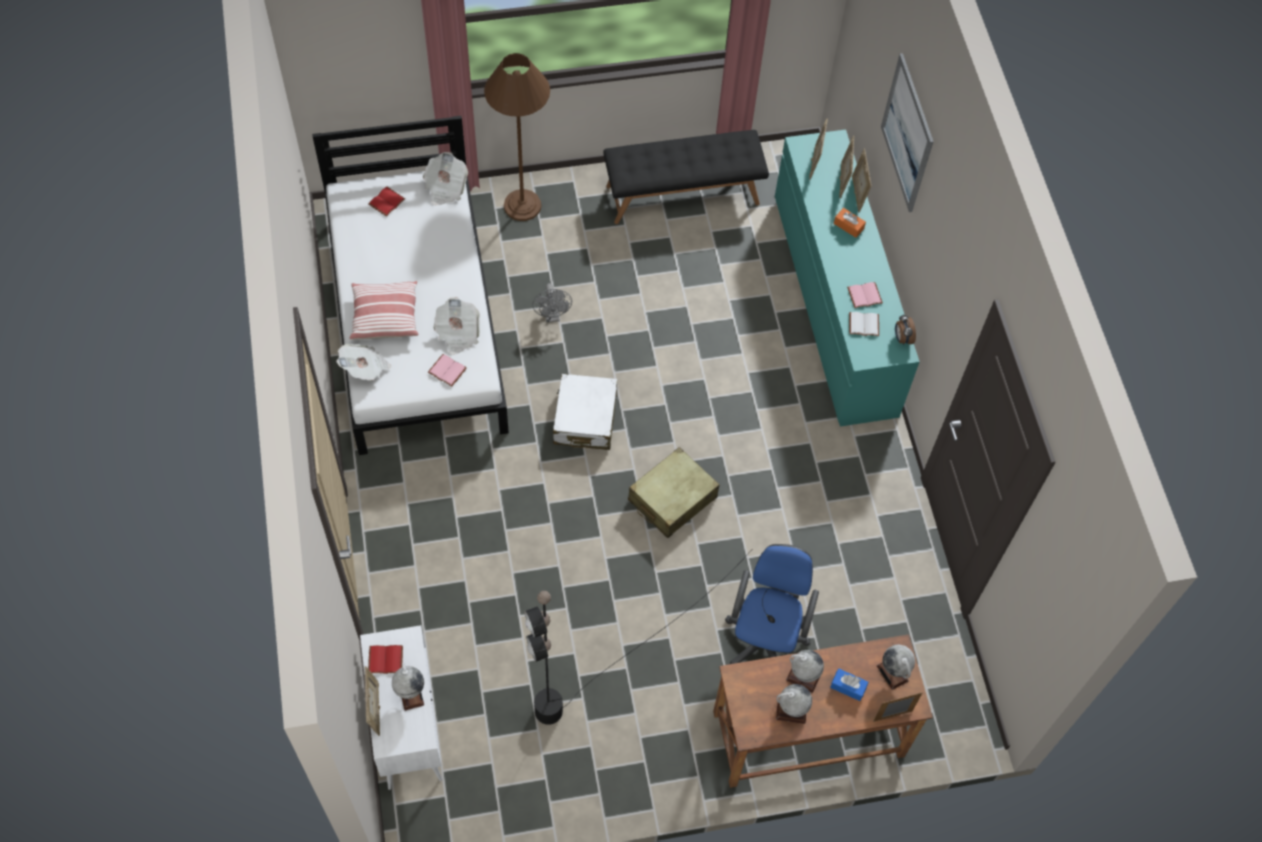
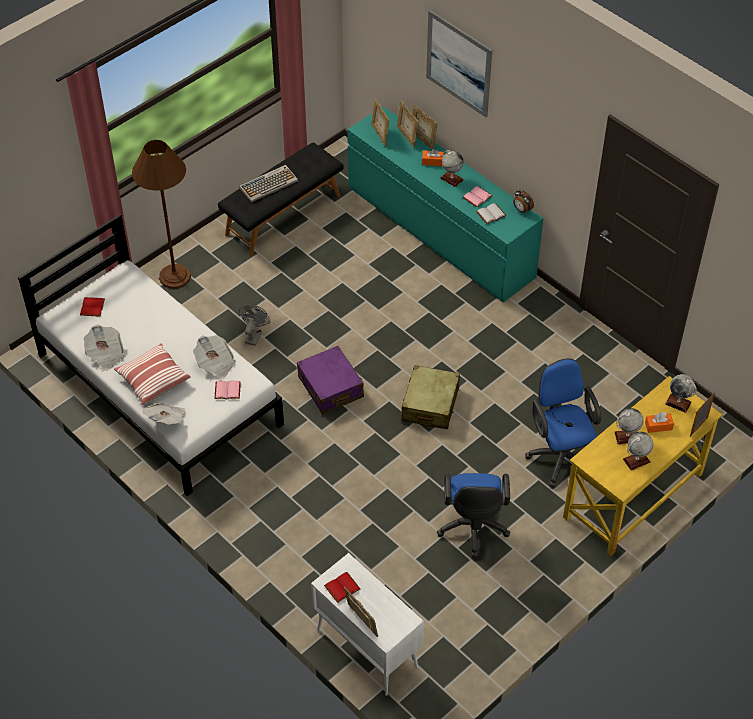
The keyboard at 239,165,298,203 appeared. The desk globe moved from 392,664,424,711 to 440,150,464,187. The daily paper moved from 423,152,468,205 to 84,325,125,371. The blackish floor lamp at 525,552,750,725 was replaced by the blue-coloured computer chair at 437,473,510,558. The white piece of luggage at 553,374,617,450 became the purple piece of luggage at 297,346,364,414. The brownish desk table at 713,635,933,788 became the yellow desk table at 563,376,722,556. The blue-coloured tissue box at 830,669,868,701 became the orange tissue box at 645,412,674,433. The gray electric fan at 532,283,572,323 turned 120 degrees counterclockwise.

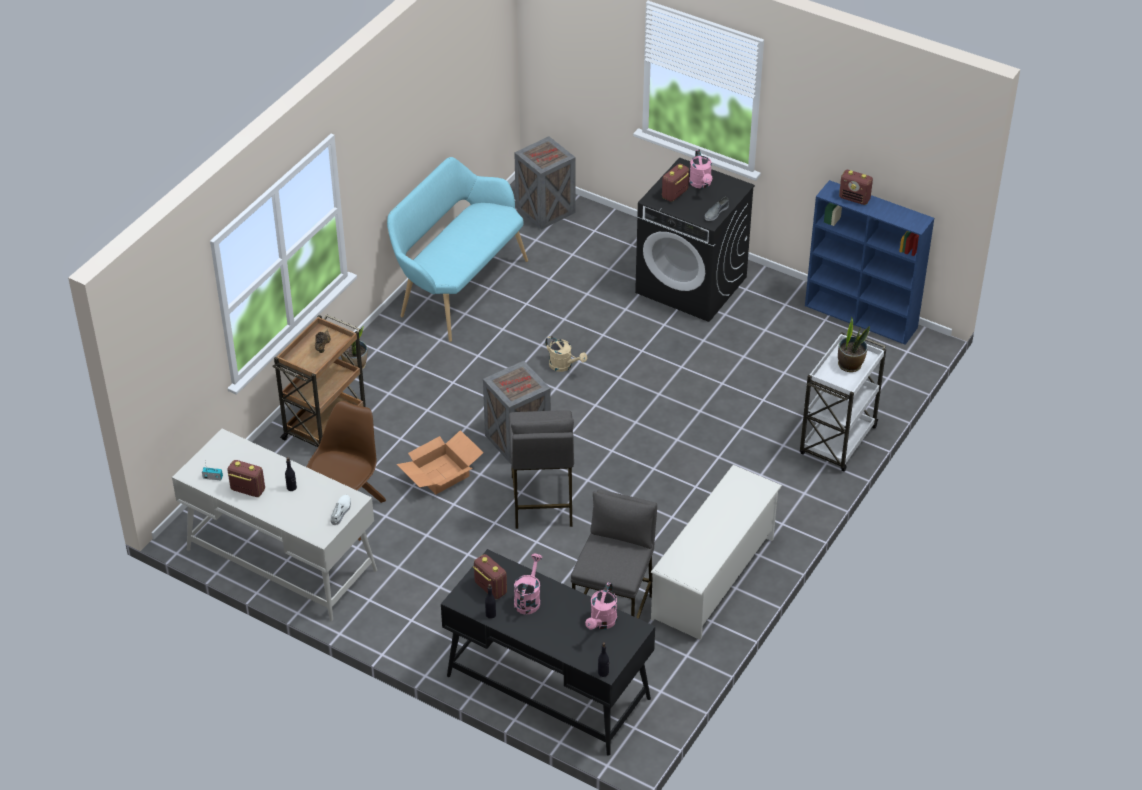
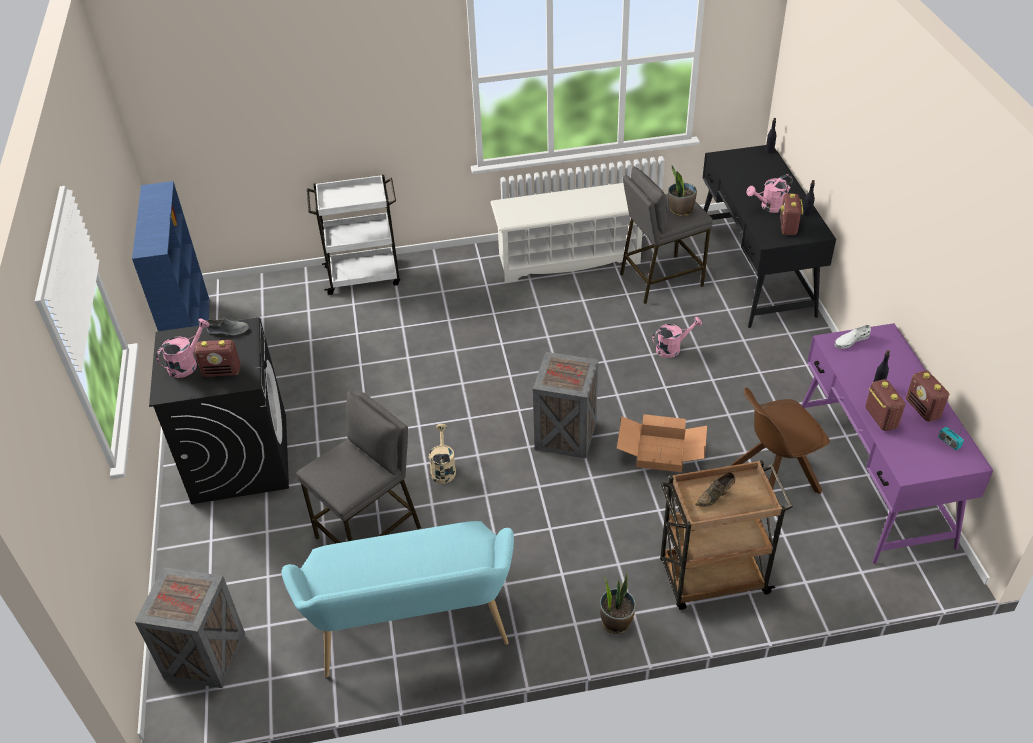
The gray sitting stool moved from 509,410,574,529 to 296,391,421,543. The pinkish watering pot moved from 585,583,617,630 to 652,317,702,358. The plant in a pot moved from 838,316,870,372 to 668,166,697,217. The radio moved from 839,170,873,205 to 865,379,905,431. The white desk table at 172,429,377,621 became the purple desk table at 801,323,994,564.

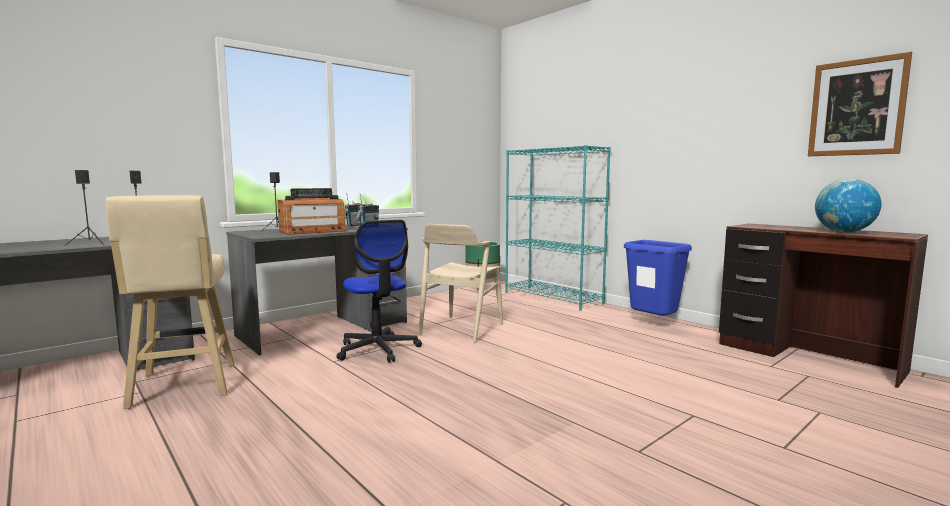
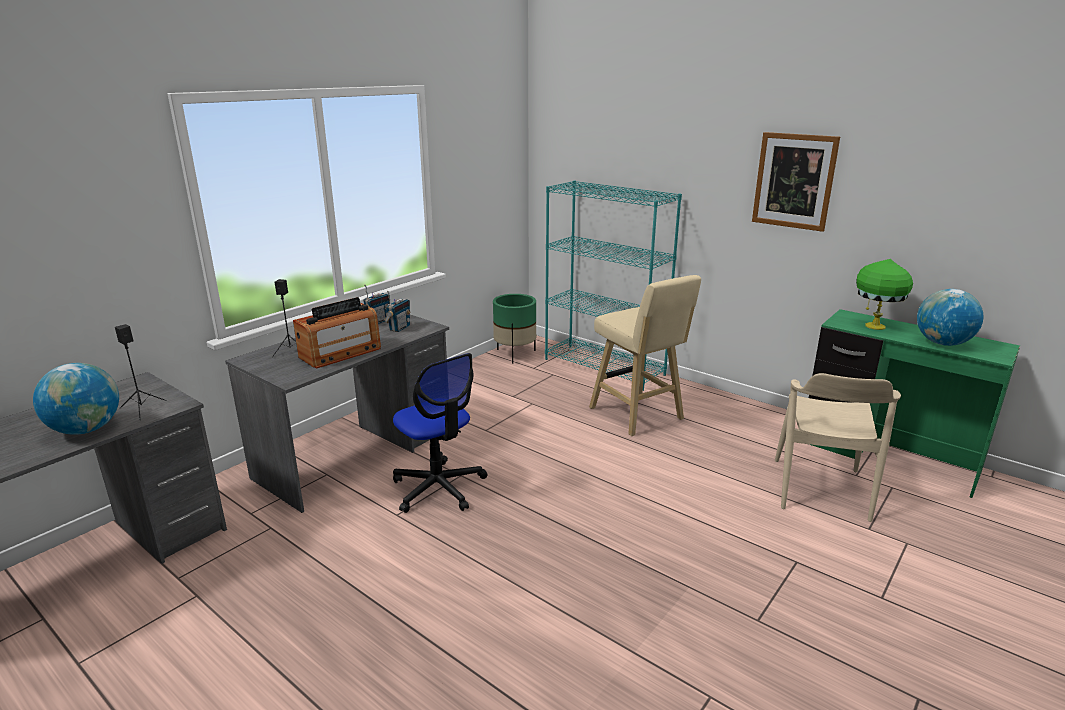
The blue-coloured rubbish bin at 624,240,692,316 disappeared. The green-coloured lamp for a table at 856,259,913,330 appeared. The beige sitting stool moved from 106,195,235,409 to 589,275,701,436. The beige plain chair moved from 419,224,503,343 to 775,373,901,522. The picture moved from 808,52,912,156 to 752,132,840,232. The blackish speaker at 65,170,104,245 was replaced by the desk globe at 33,363,119,435. The brownish desk table at 719,223,928,388 became the green-coloured desk table at 809,309,1020,498.

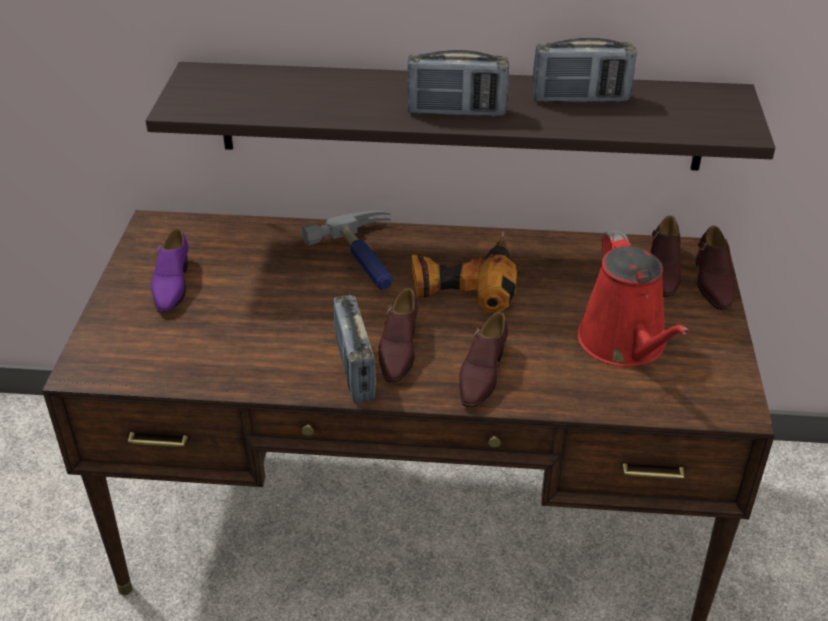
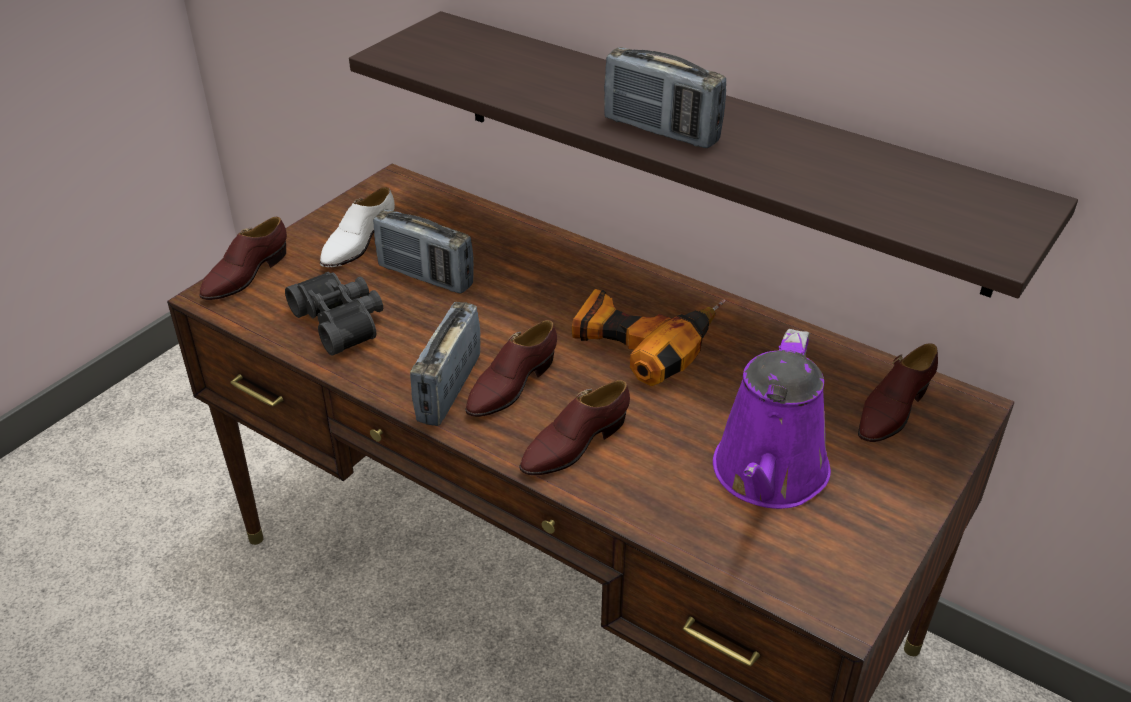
The hand hammer at 301,210,393,290 disappeared. The blackish binoculars at 285,272,383,356 appeared. The radio moved from 532,38,637,102 to 373,209,474,294. The brownish shoe moved from 695,226,735,310 to 199,217,287,300. The purple shoe at 151,228,188,313 became the white shoe at 320,187,395,267. The red-coloured watering pot at 577,230,689,367 became the purple watering pot at 713,329,831,509.

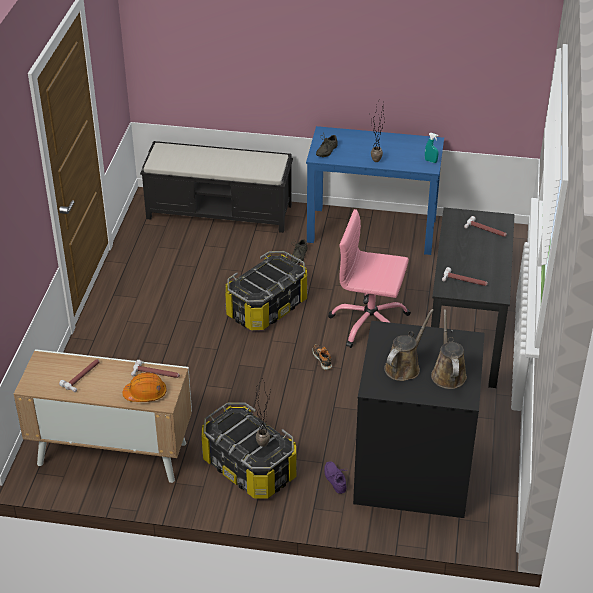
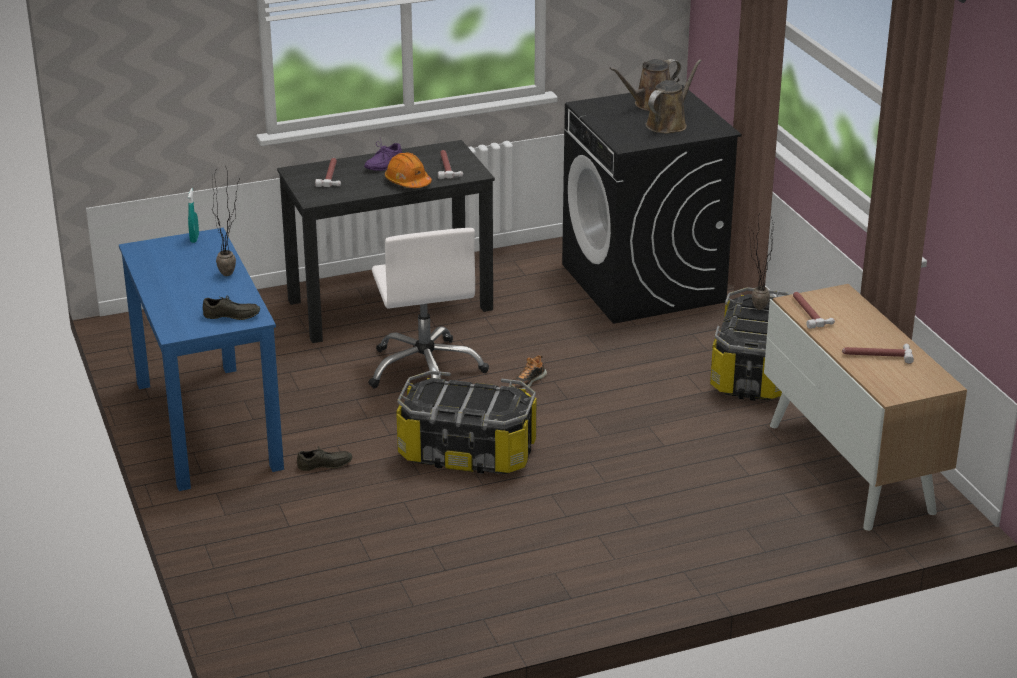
The blackish bench at 140,141,293,233 disappeared. The orange safety helmet moved from 122,373,167,402 to 385,153,432,188. The purple shoe moved from 324,462,347,494 to 364,139,402,171. The pinkish computer chair at 328,209,411,348 became the white computer chair at 368,228,489,389. The brownish watering pot at 384,309,434,381 turned 120 degrees clockwise.

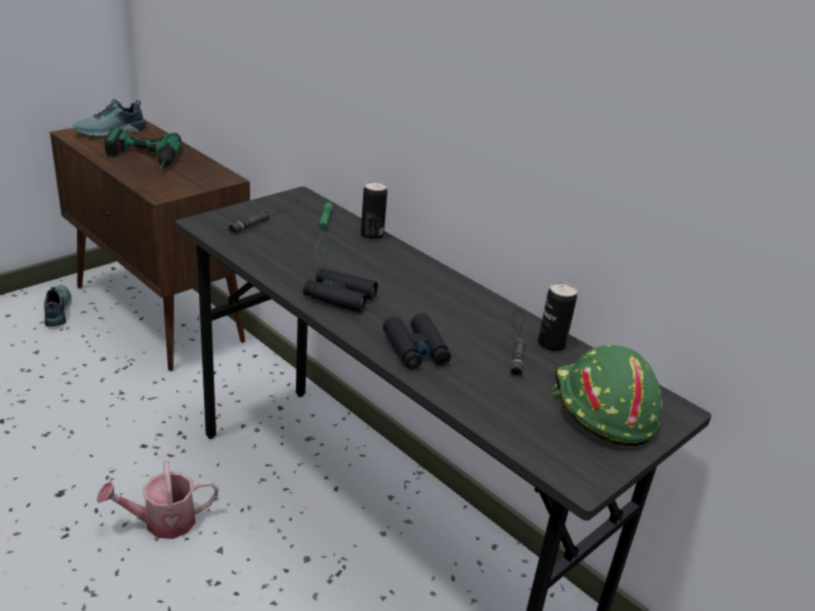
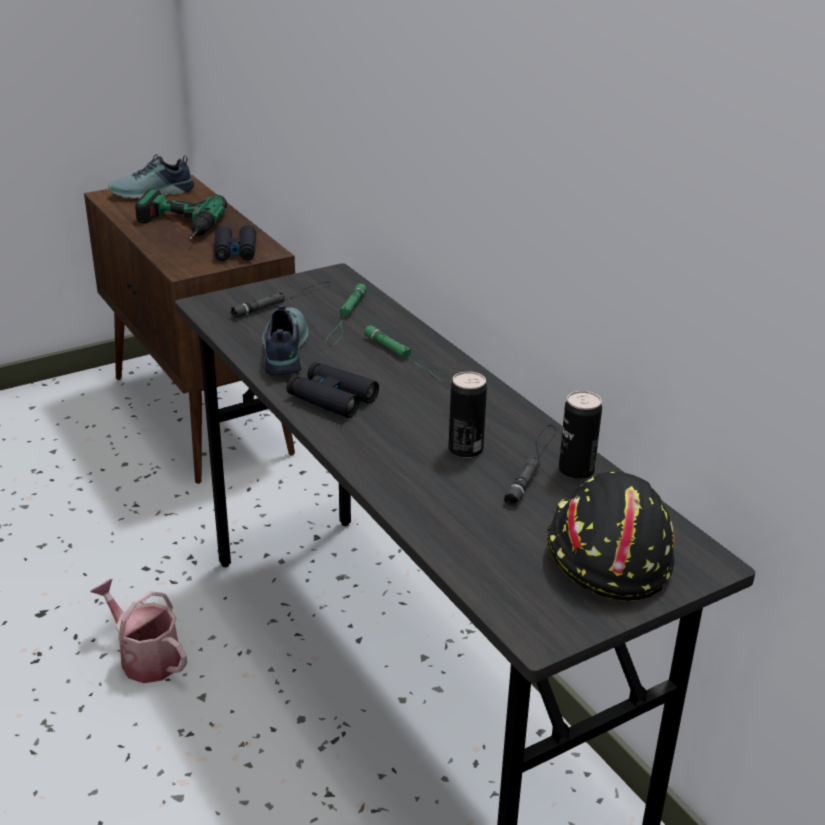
The green-coloured torch at 364,325,451,384 appeared. The shoe moved from 44,285,72,326 to 262,305,308,375. The metal can moved from 361,181,387,240 to 448,371,487,458. The blackish binoculars moved from 383,314,451,369 to 214,225,256,261. The green-coloured safety helmet at 550,345,662,447 became the blackish safety helmet at 547,472,675,601. The watering pot at 97,461,218,539 turned 45 degrees clockwise.

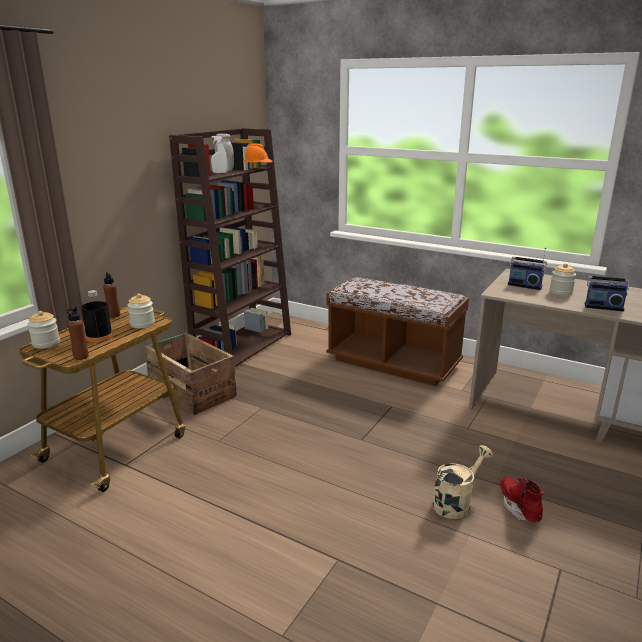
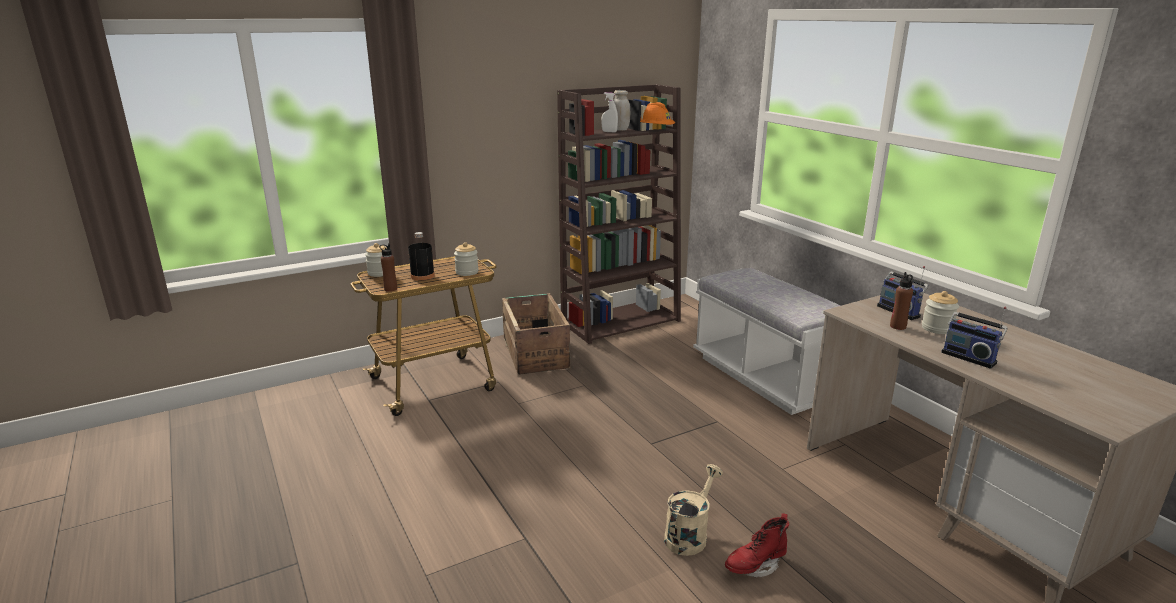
The brownish drink bottle moved from 103,272,120,318 to 890,272,913,330. The brownish bench at 326,277,469,386 became the white bench at 693,268,841,415. The beige watering pot at 433,445,493,519 turned 45 degrees counterclockwise. The red-coloured high-top boot at 500,476,545,522 turned 135 degrees counterclockwise.

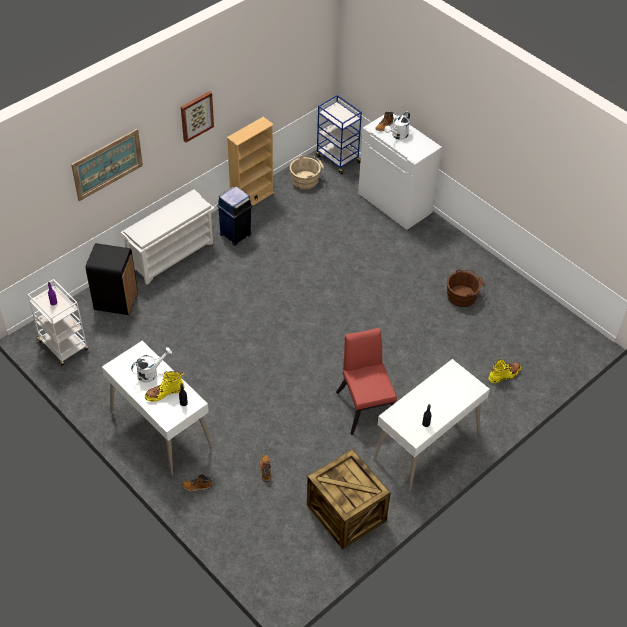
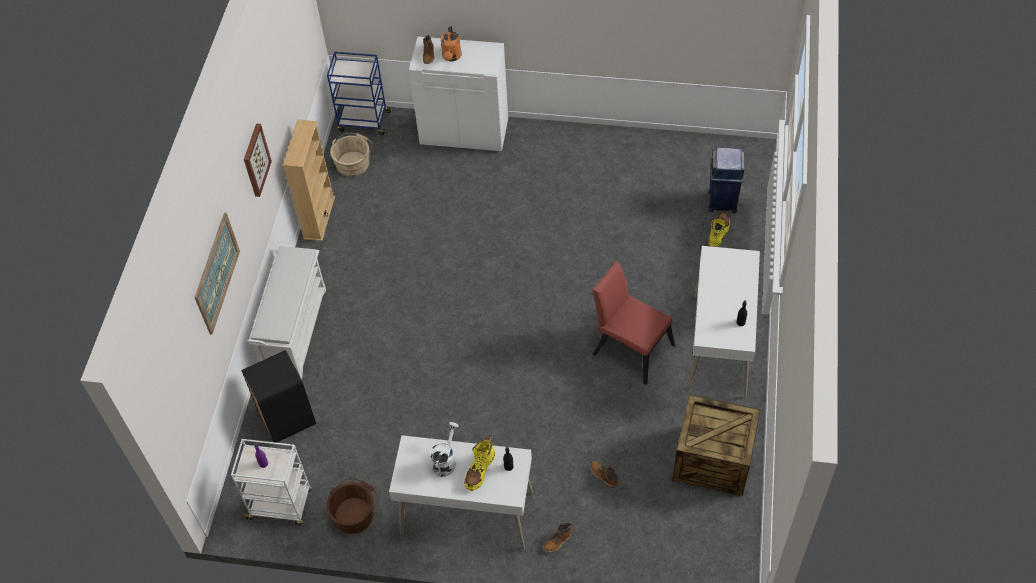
The blue-coloured rubbish bin moved from 217,186,253,246 to 708,148,745,213. The brownish water bucket moved from 447,269,485,307 to 326,478,379,534. The white watering pot at 385,112,410,140 became the orange watering pot at 440,26,462,62.

